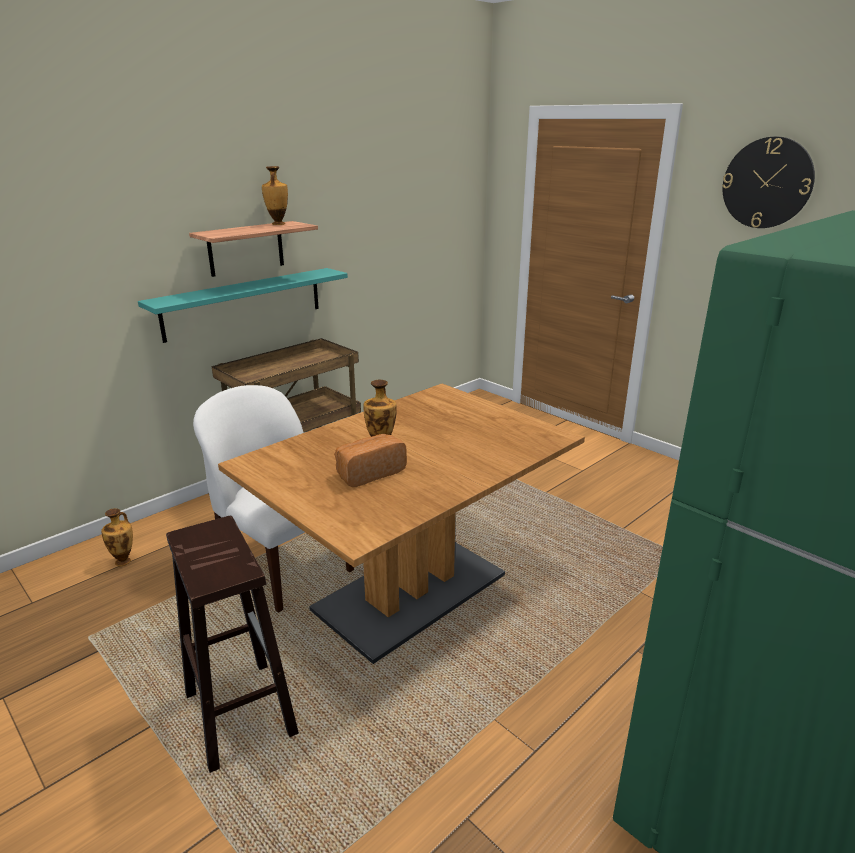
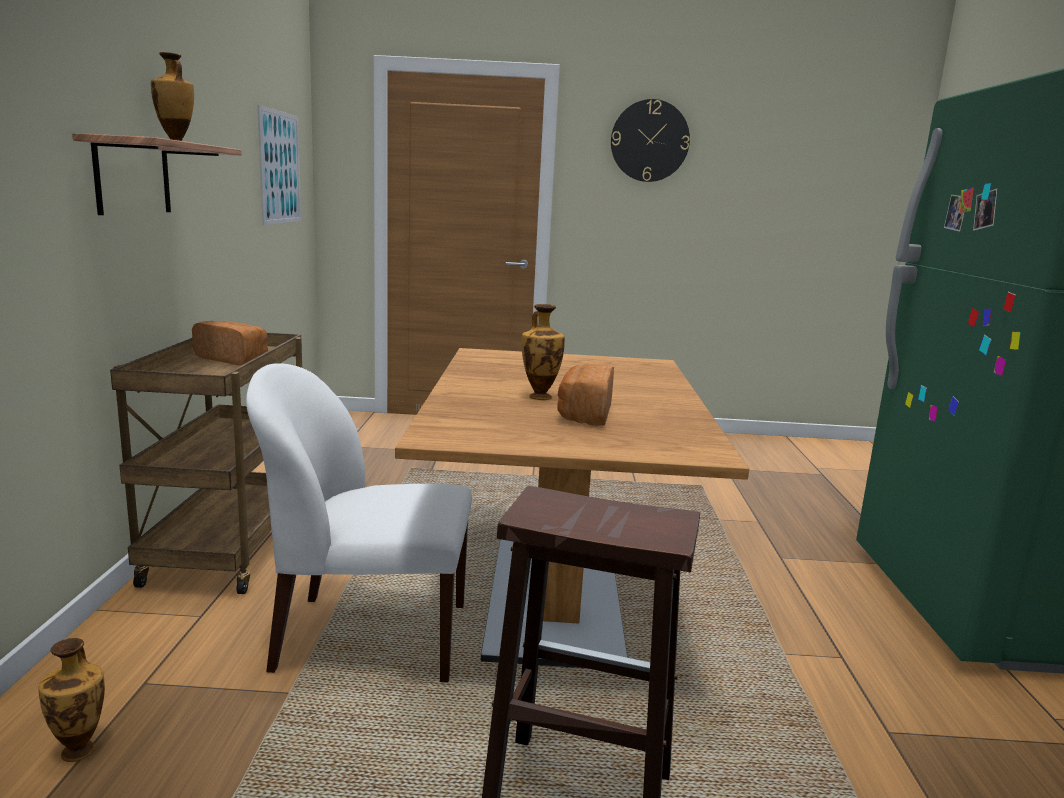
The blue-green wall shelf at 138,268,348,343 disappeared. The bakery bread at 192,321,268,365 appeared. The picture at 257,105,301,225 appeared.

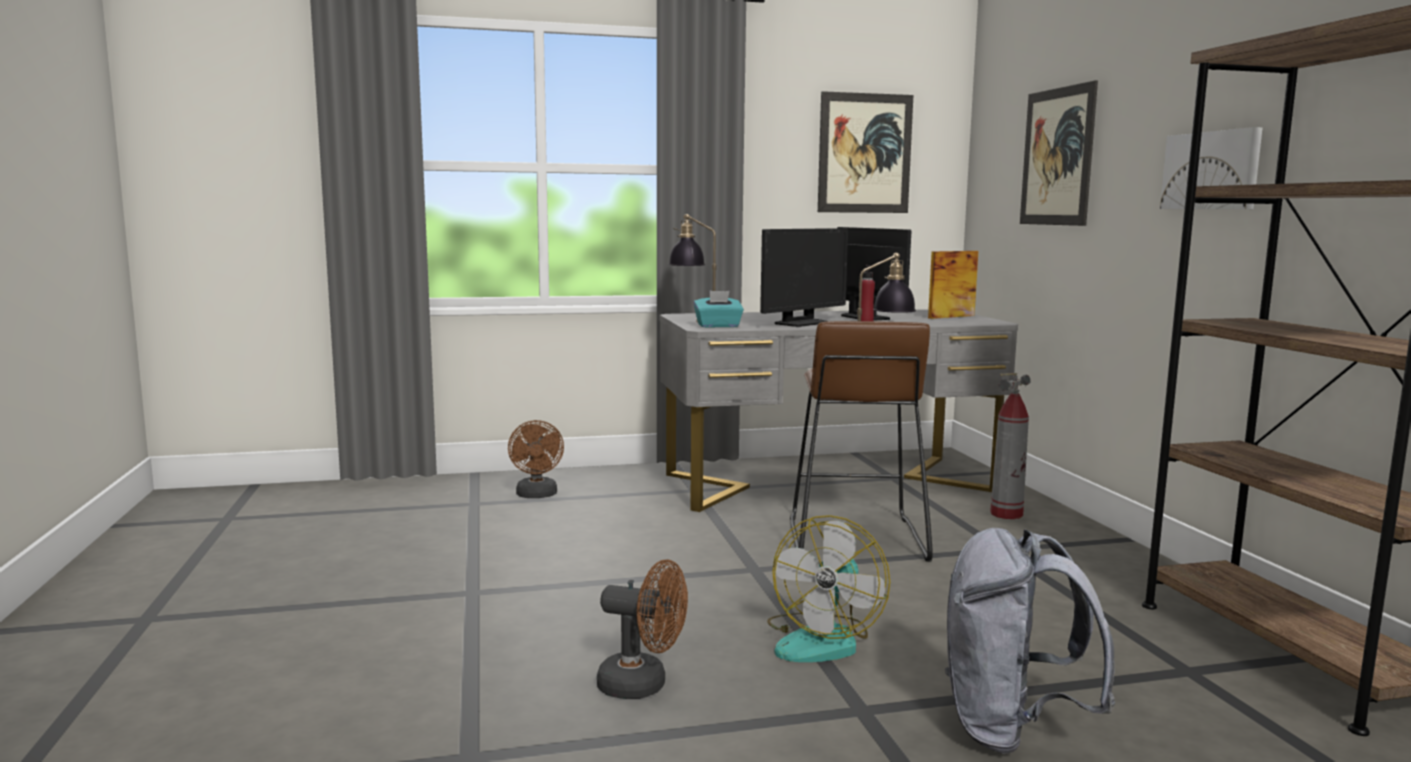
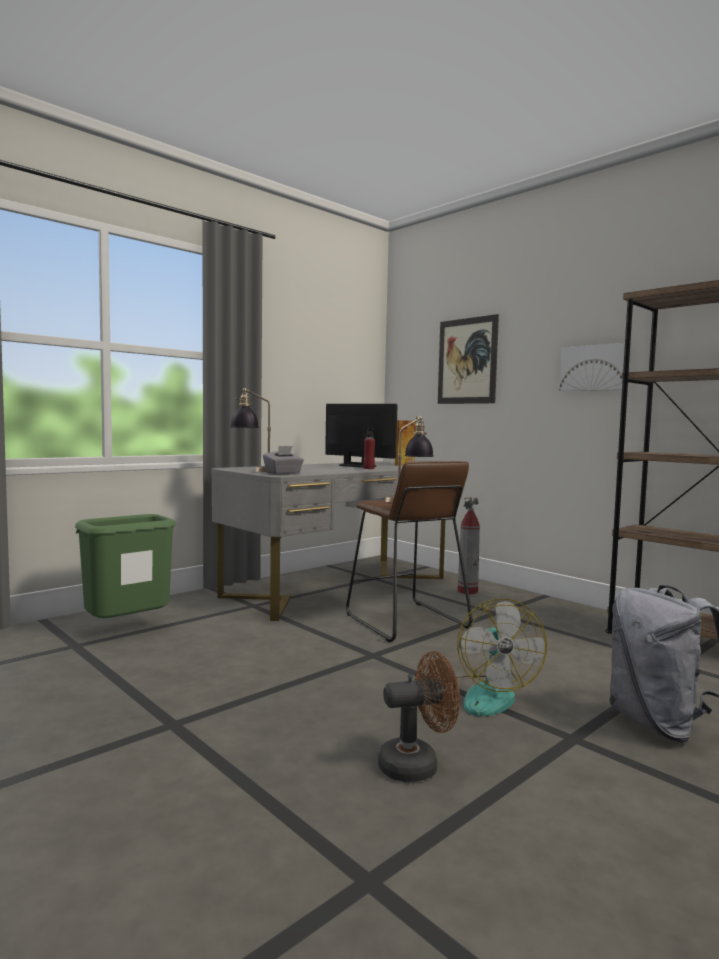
The computer display at 760,228,848,327 disappeared. The picture at 818,91,913,213 disappeared. The brownish electric fan at 508,420,564,498 was replaced by the green-coloured rubbish bin at 75,514,176,618. The blue-green tissue box at 694,291,744,328 became the gray tissue box at 263,446,304,474.

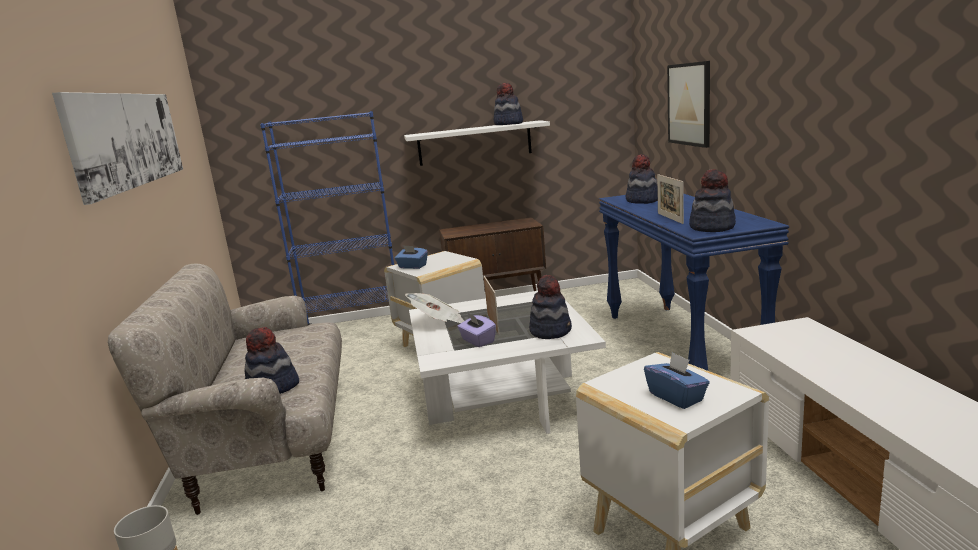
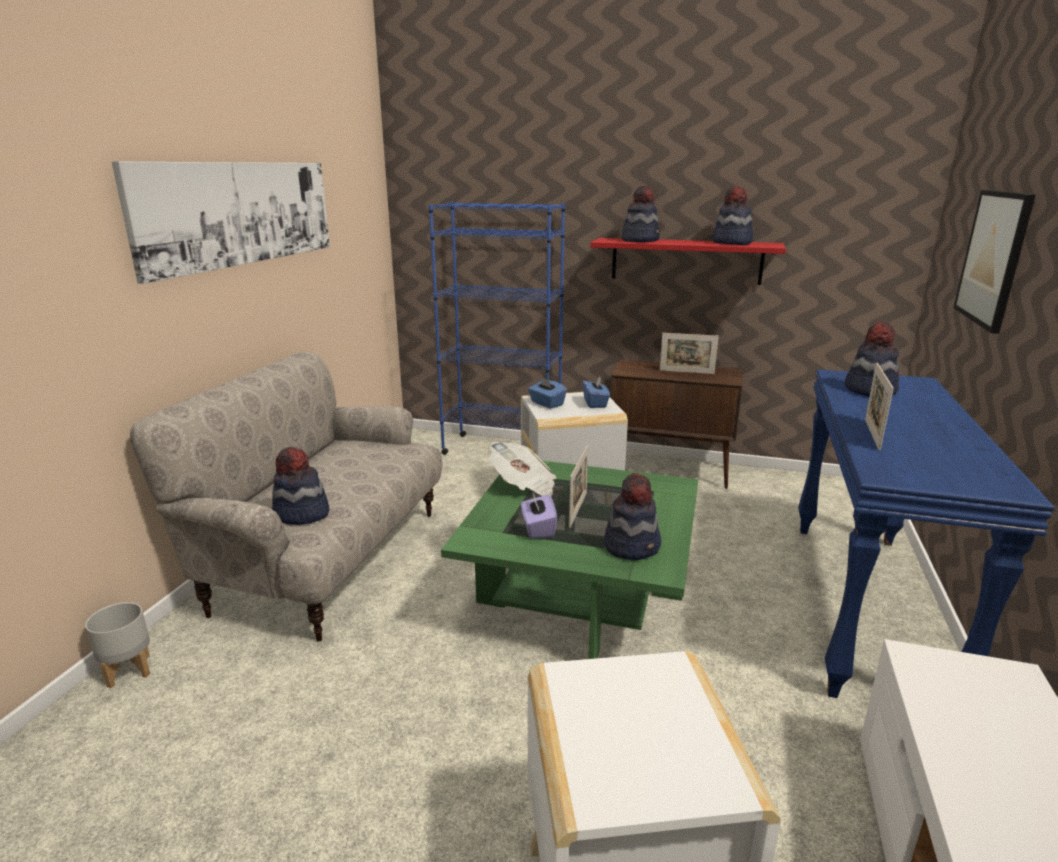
The picture frame at 660,333,719,374 appeared. The blue-coloured tissue box moved from 644,352,710,409 to 583,375,610,408. The wearable hat moved from 689,169,736,232 to 622,186,660,242. The white wall shelf at 404,120,550,166 became the red-coloured wall shelf at 590,238,786,285. The white lounge table at 409,291,606,434 became the green-coloured lounge table at 441,461,698,659.

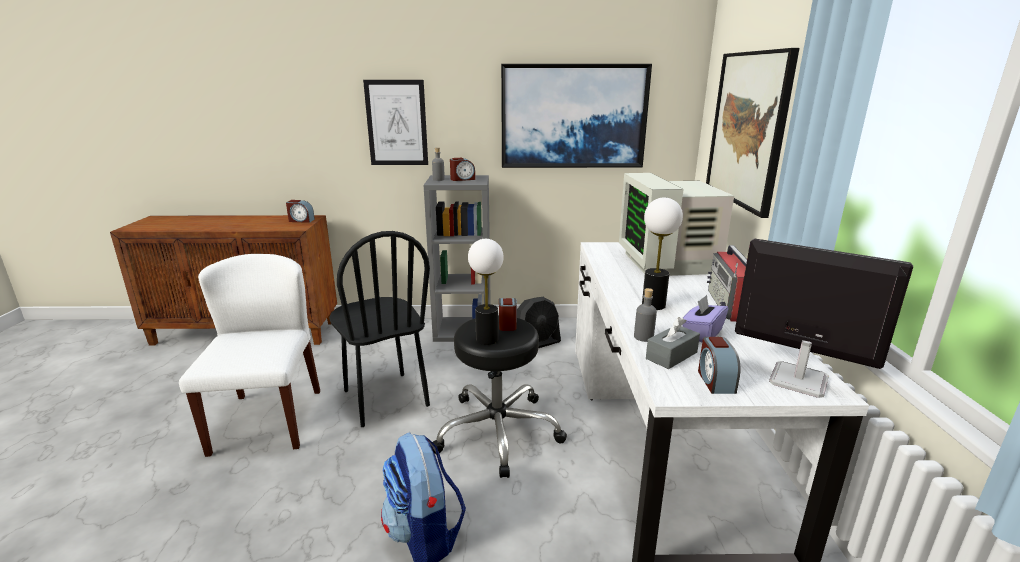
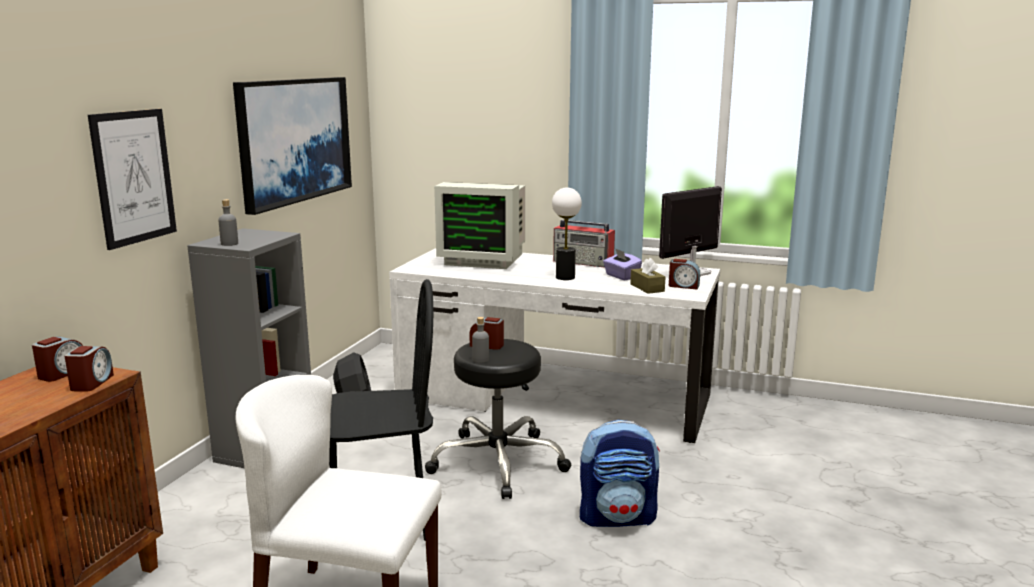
The lamp for a table at 468,239,504,345 disappeared. The picture at 706,48,800,218 disappeared. The alarm clock moved from 450,158,475,181 to 64,346,114,392. The gray drink bottle moved from 634,288,657,342 to 472,317,489,363. The gray tissue box at 646,317,700,369 became the brownish tissue box at 630,258,665,294.

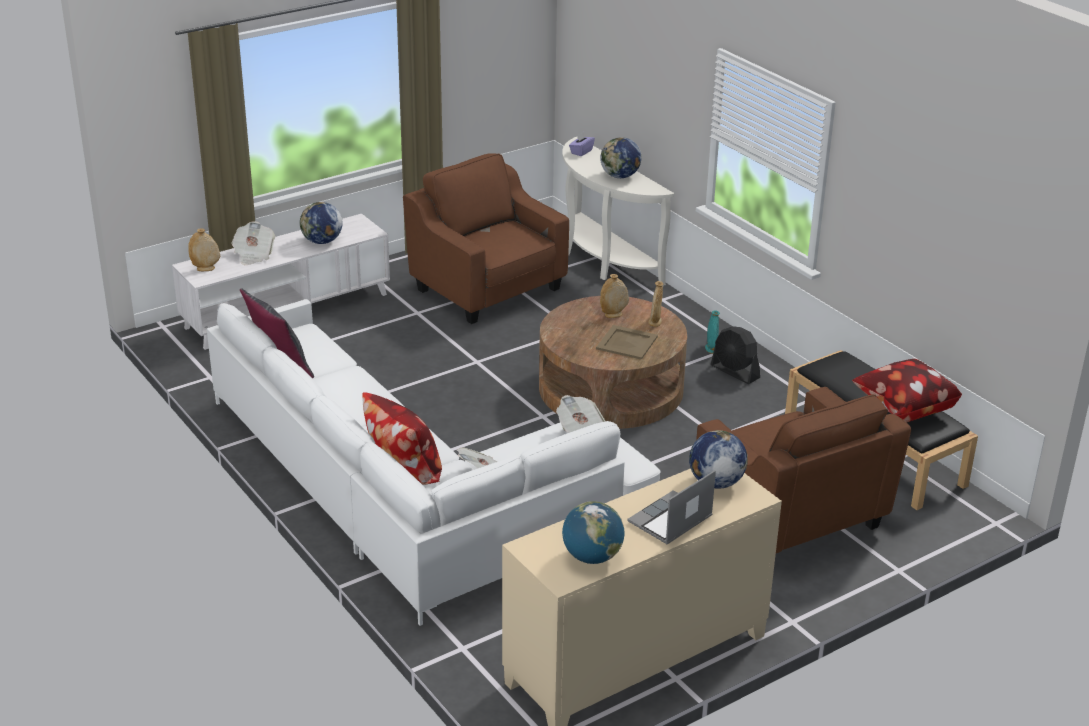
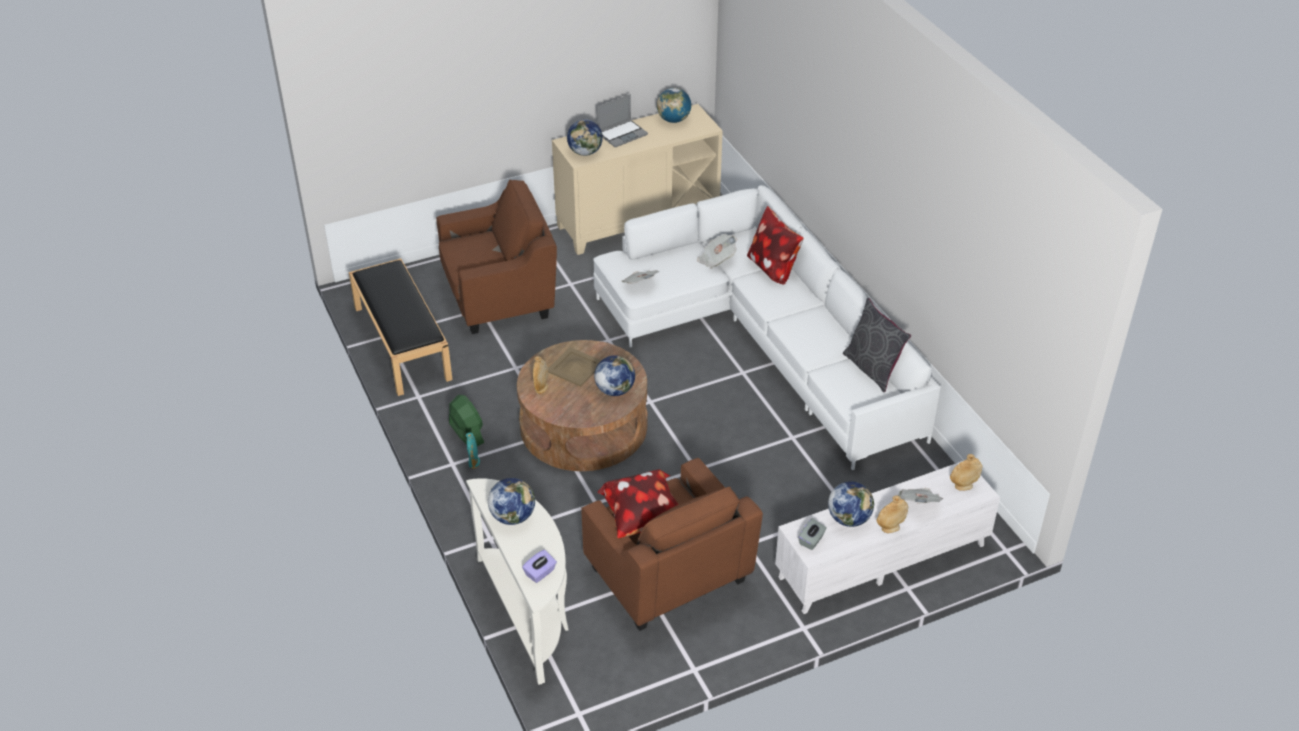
The desk globe at 594,355,635,396 appeared. The gray tissue box at 798,518,827,550 appeared. The beige decorative vase moved from 600,274,629,318 to 877,496,908,533. The cushion moved from 852,359,962,422 to 598,469,679,538. The blackish electric fan at 711,326,760,384 became the green-coloured electric fan at 449,395,484,446. The brownish easy chair at 696,387,911,553 turned 90 degrees clockwise.

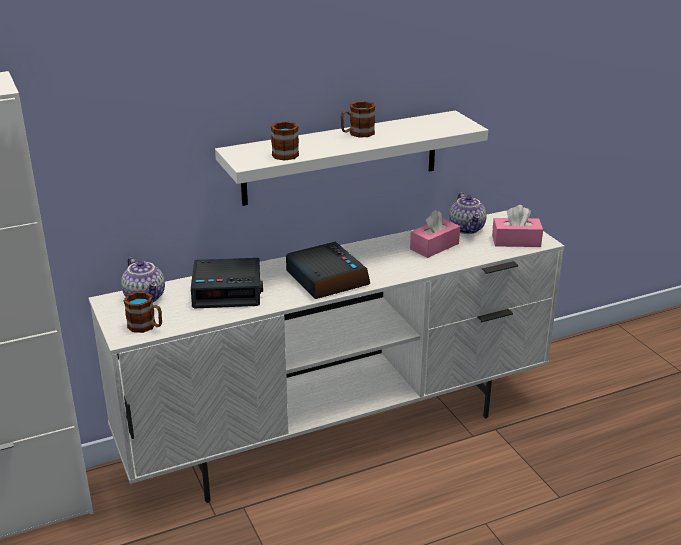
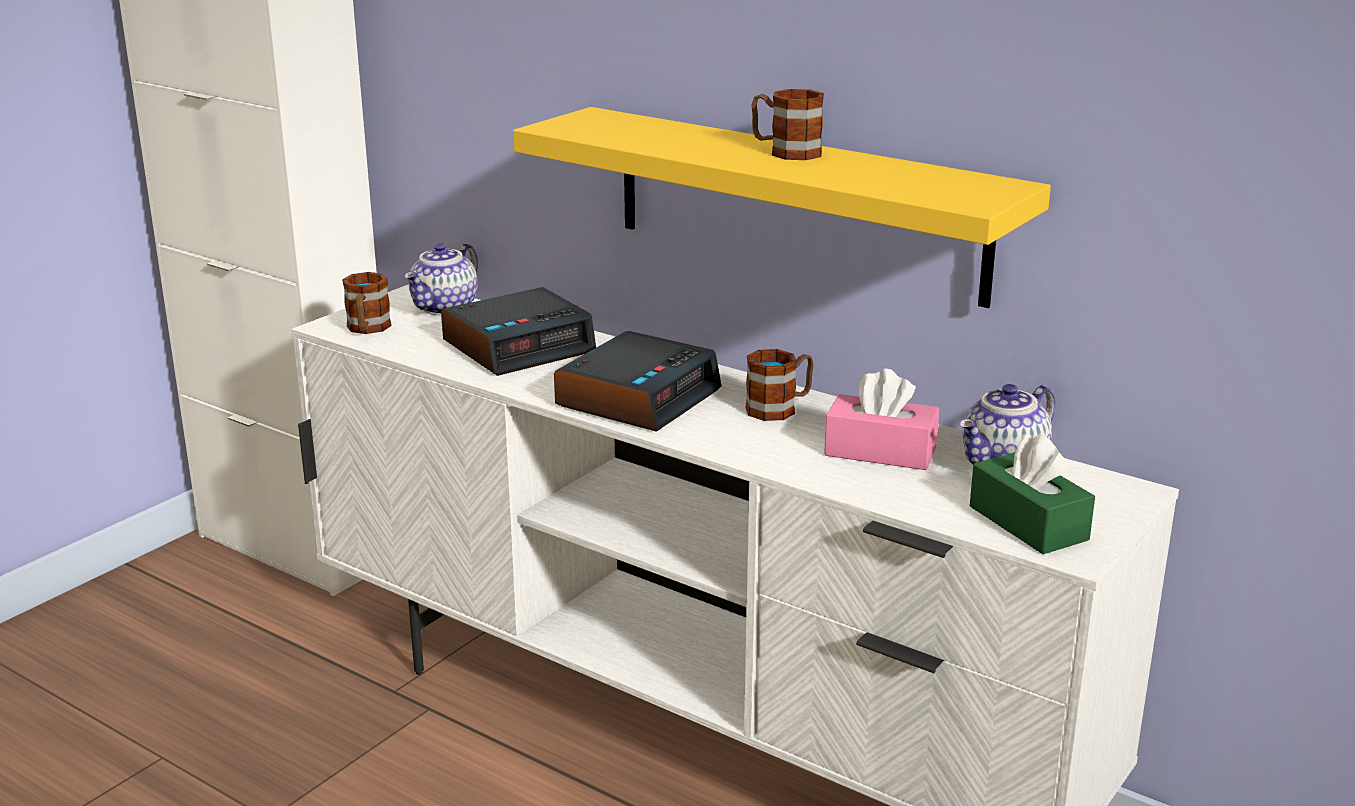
The tea mug moved from 271,121,299,161 to 745,349,814,421. The white wall shelf at 215,111,488,206 became the yellow wall shelf at 513,107,1051,308. The pinkish tissue box at 492,205,543,247 became the green-coloured tissue box at 970,434,1095,554. The alarm clock at 191,258,263,308 turned 90 degrees counterclockwise.

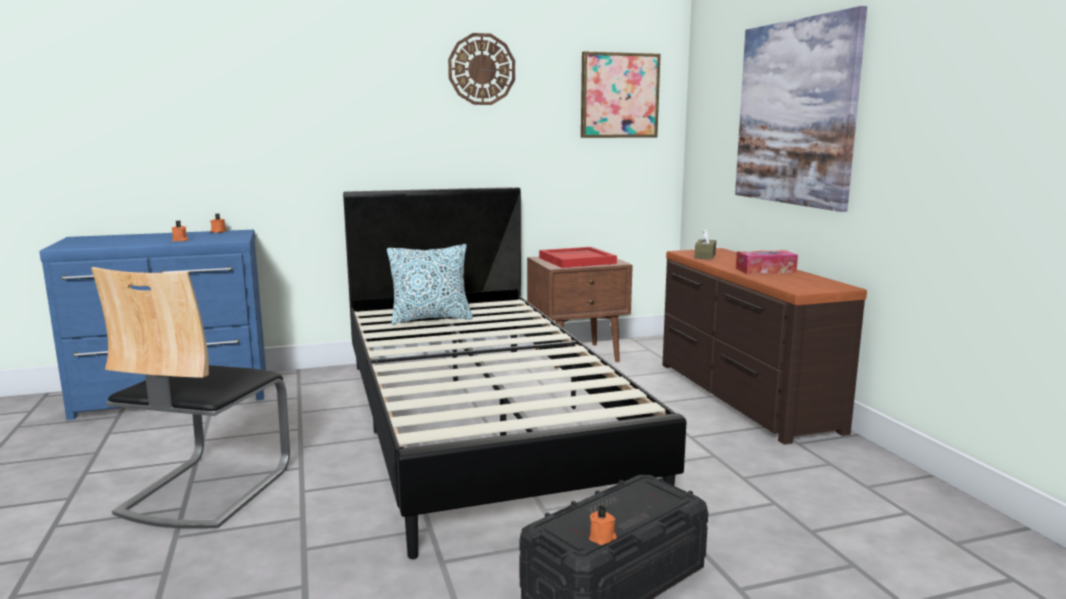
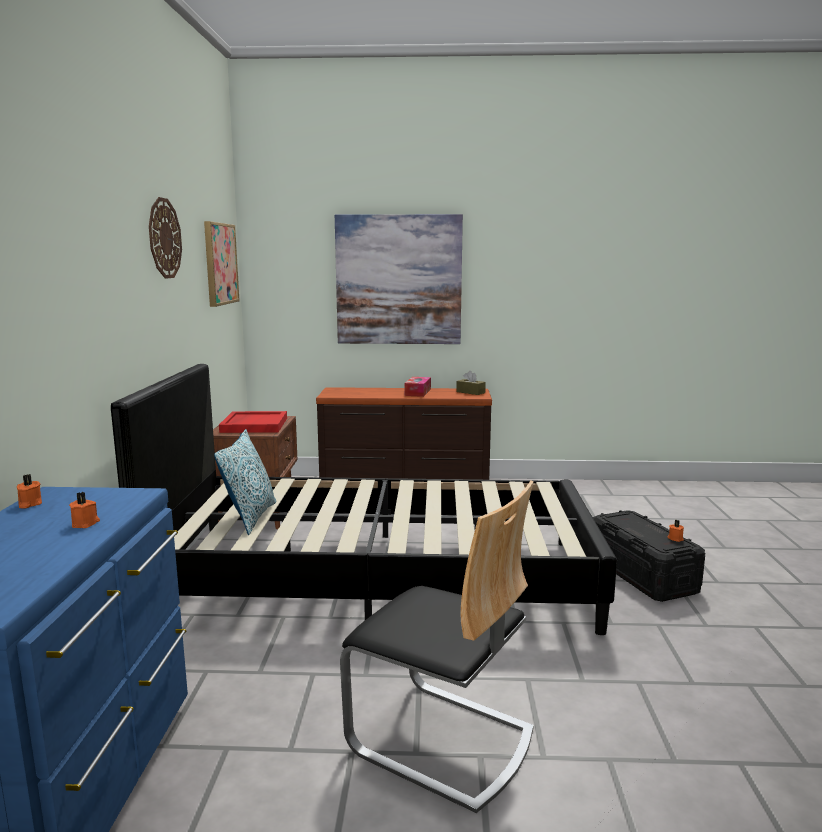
The brownish tissue box moved from 695,228,716,260 to 456,371,486,395.

